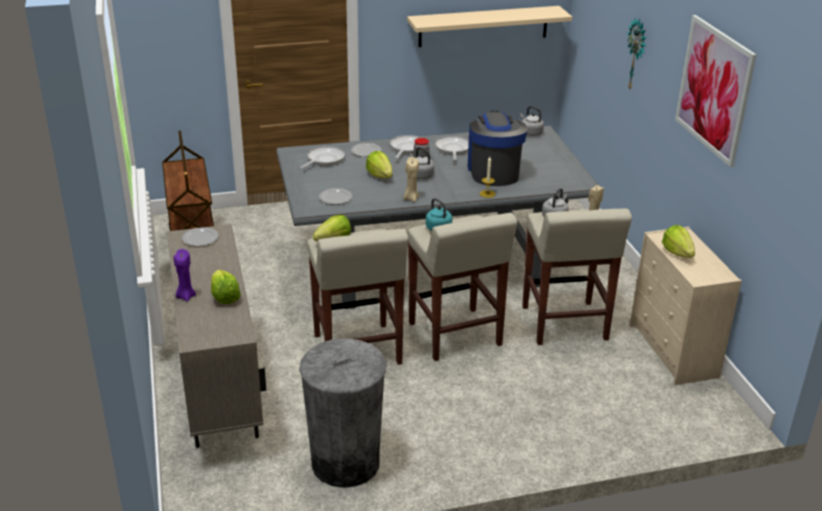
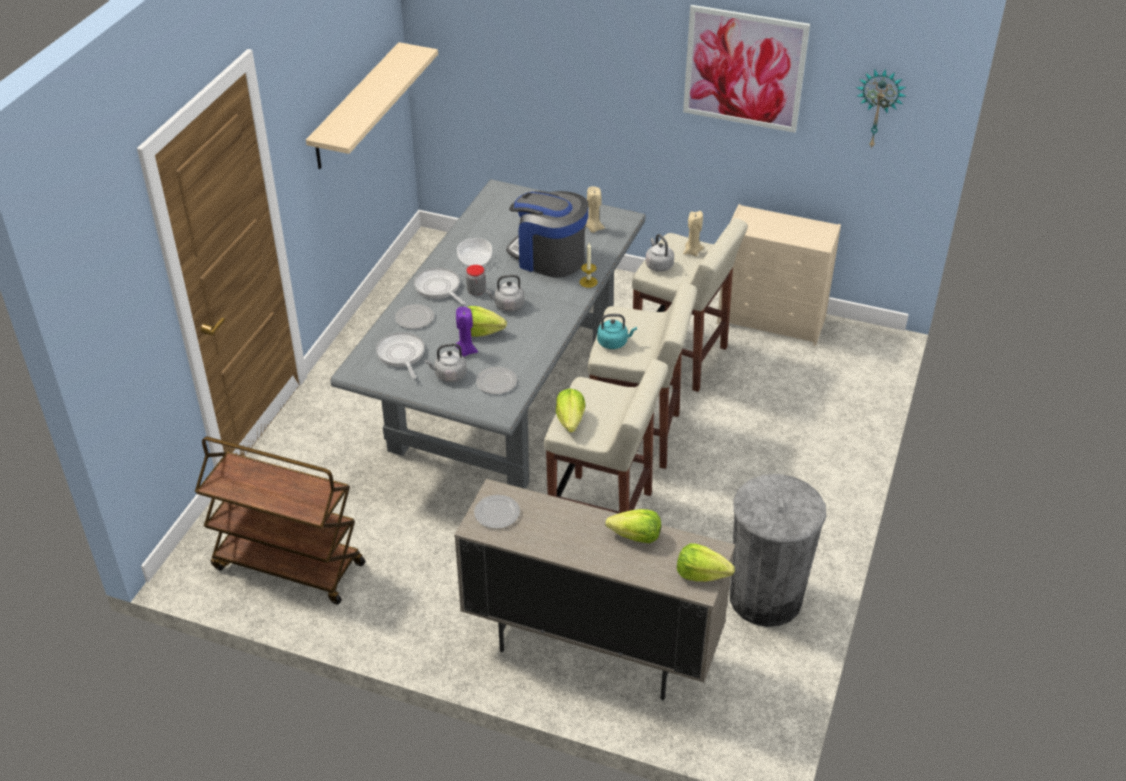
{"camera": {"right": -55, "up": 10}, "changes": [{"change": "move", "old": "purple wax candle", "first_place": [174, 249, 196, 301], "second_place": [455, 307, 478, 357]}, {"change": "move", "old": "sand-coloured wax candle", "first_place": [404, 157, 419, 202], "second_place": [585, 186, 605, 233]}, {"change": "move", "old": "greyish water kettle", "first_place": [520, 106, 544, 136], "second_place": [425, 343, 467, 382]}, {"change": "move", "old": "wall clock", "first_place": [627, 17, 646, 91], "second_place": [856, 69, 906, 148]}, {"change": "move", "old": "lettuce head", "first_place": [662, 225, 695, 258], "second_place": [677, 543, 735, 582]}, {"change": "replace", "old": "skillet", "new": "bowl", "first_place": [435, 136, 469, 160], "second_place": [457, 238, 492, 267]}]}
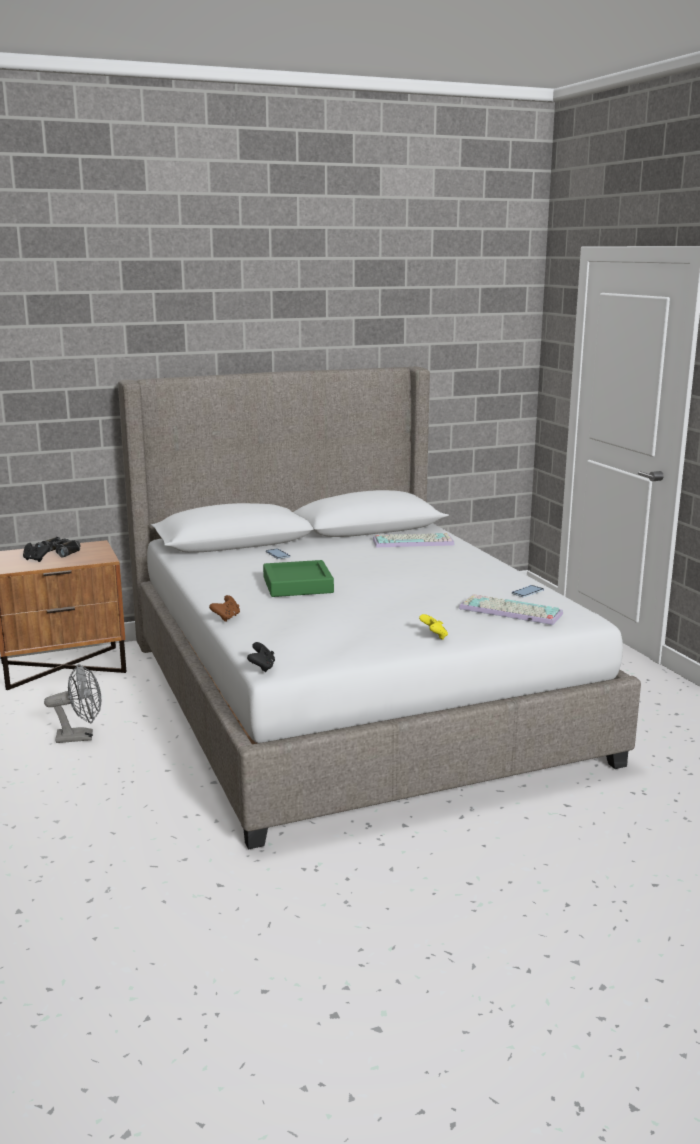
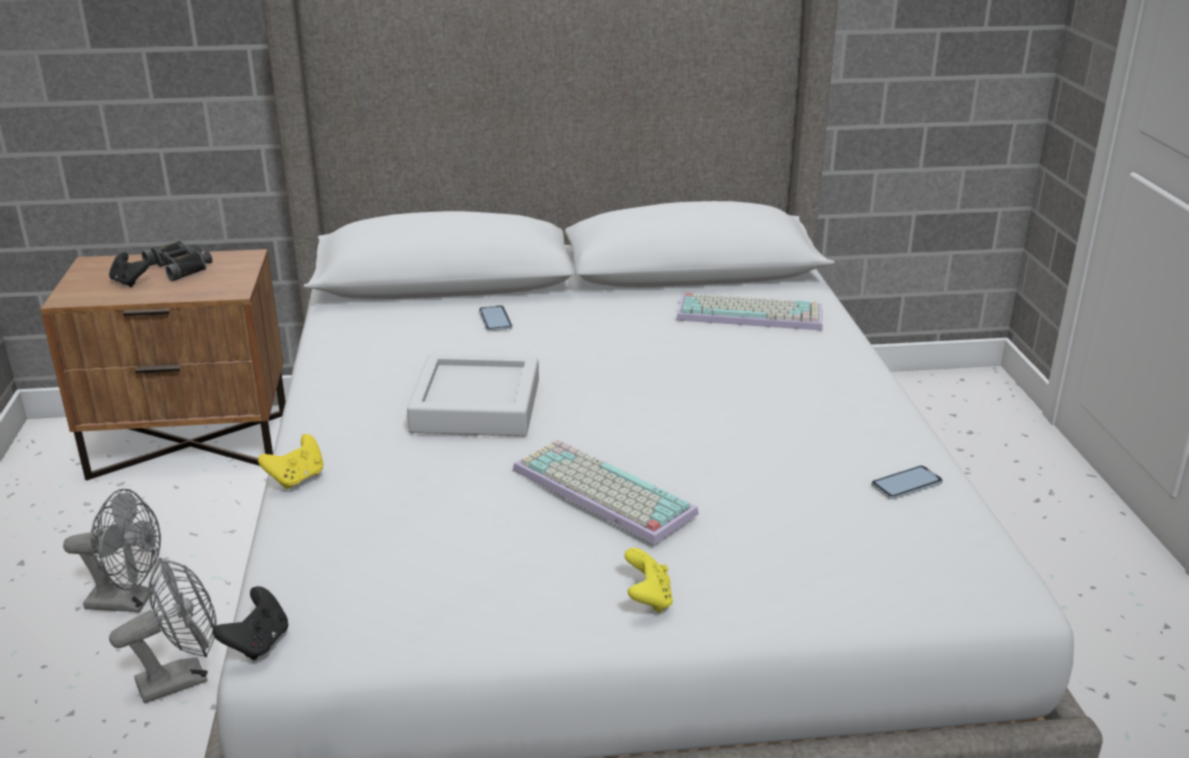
{"camera": {"right": 15, "up": 10}, "changes": [{"change": "insert", "new": "greyish fan", "second_place": [109, 558, 217, 704]}, {"change": "move", "old": "PC keyboard", "first_place": [459, 594, 563, 625], "second_place": [513, 439, 699, 544]}, {"change": "recolor", "old": "brown-coloured joypad", "new": "yellowish joypad", "first_place": [209, 595, 240, 622], "second_place": [258, 434, 323, 489]}, {"change": "recolor", "old": "green tray", "new": "greyish tray", "first_place": [263, 560, 334, 597], "second_place": [407, 354, 539, 436]}]}
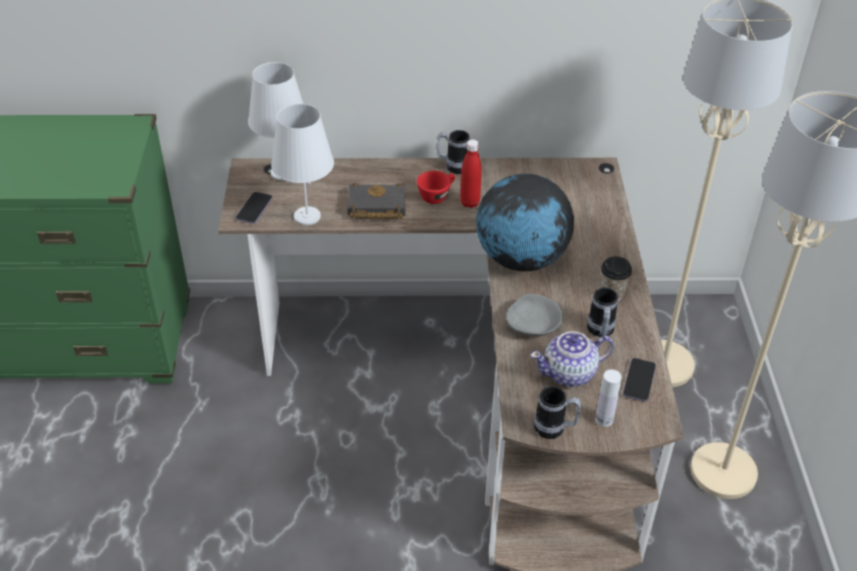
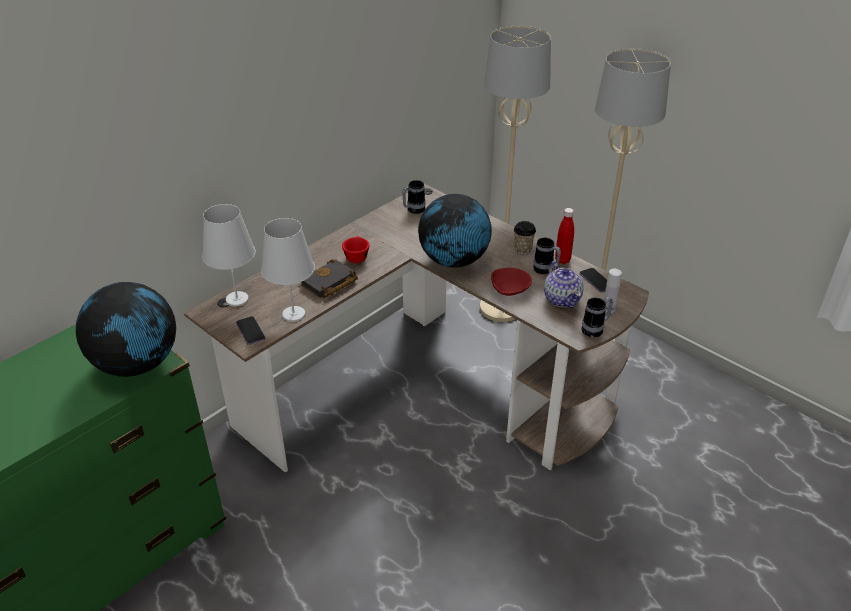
{"camera": {"right": -45, "up": -5}, "changes": [{"change": "insert", "new": "desk globe", "second_place": [76, 282, 176, 377]}, {"change": "move", "old": "tea mug", "first_place": [437, 130, 470, 174], "second_place": [402, 180, 426, 214]}, {"change": "move", "old": "reddish bottle", "first_place": [460, 139, 482, 208], "second_place": [555, 208, 574, 264]}, {"change": "recolor", "old": "greyish bowl", "new": "reddish bowl", "first_place": [506, 294, 563, 336], "second_place": [491, 268, 532, 296]}, {"change": "rotate", "old": "teapot", "first_place": [531, 331, 614, 387], "second_place": [544, 261, 584, 308], "degrees": -45}]}
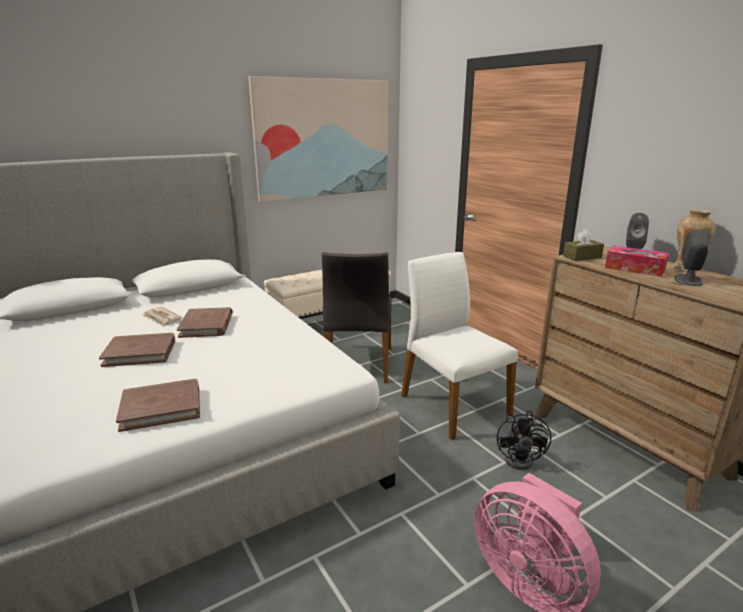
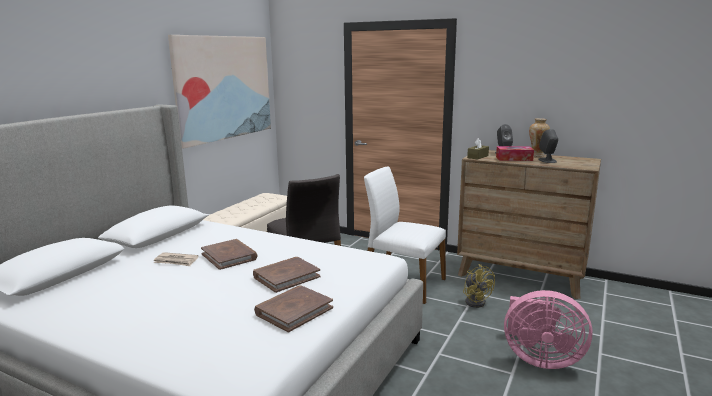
{"camera": {"right": -30, "up": -5}, "changes": [{"change": "move", "old": "brown-coloured bound book", "first_place": [99, 333, 175, 367], "second_place": [253, 257, 321, 293]}, {"change": "recolor", "old": "black-coloured fan", "new": "yellowish fan", "first_place": [497, 411, 551, 470], "second_place": [463, 264, 495, 308]}]}
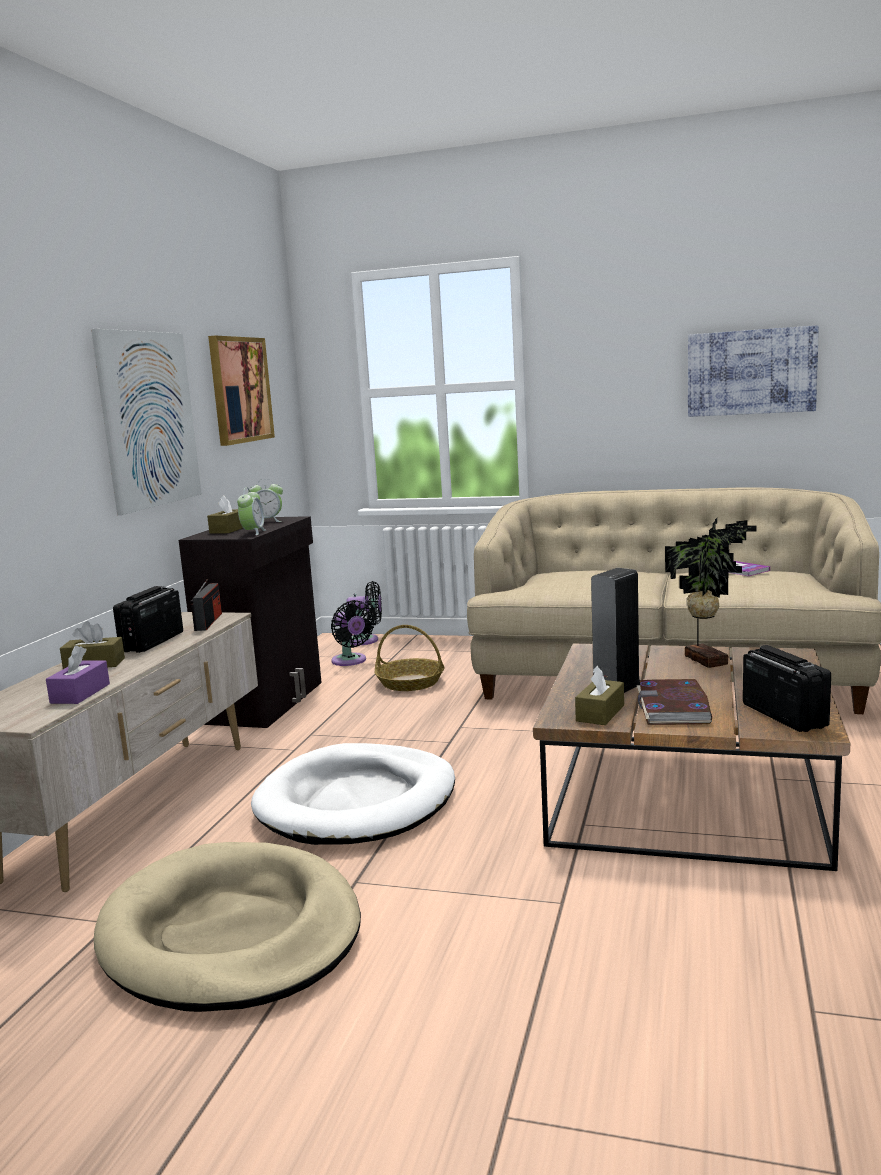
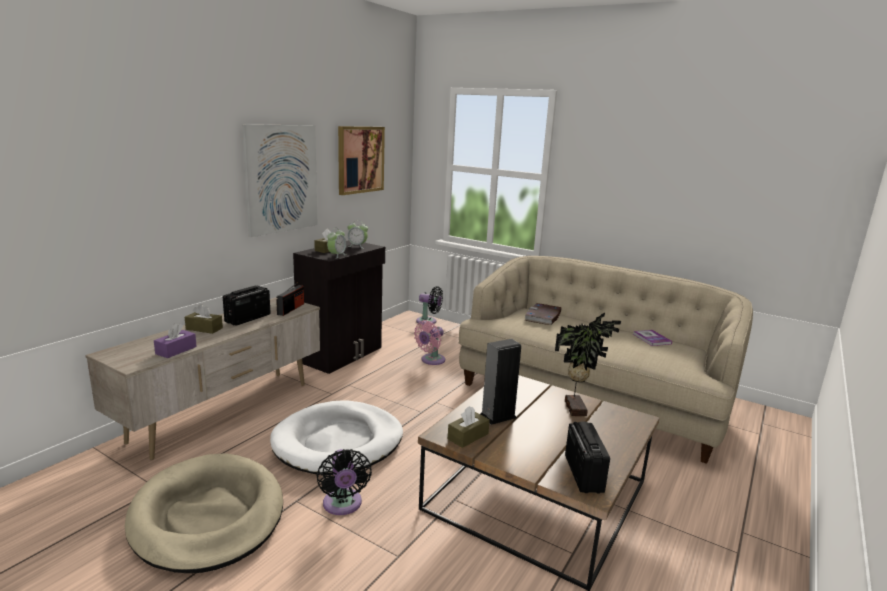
{"camera": {"right": 15, "up": 5}, "changes": [{"change": "delete", "old": "wall picture", "first_place": [688, 325, 819, 417]}, {"change": "move", "old": "black-coloured fan", "first_place": [331, 600, 375, 666], "second_place": [316, 449, 372, 515]}, {"change": "move", "old": "bound book", "first_place": [637, 679, 712, 725], "second_place": [524, 303, 561, 325]}, {"change": "replace", "old": "household basket", "new": "pinkish fan", "first_place": [374, 625, 444, 691], "second_place": [414, 320, 445, 365]}]}
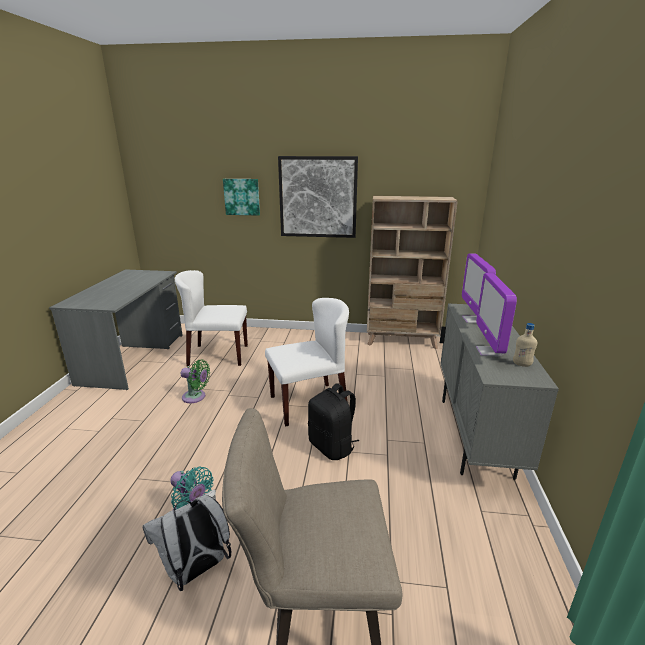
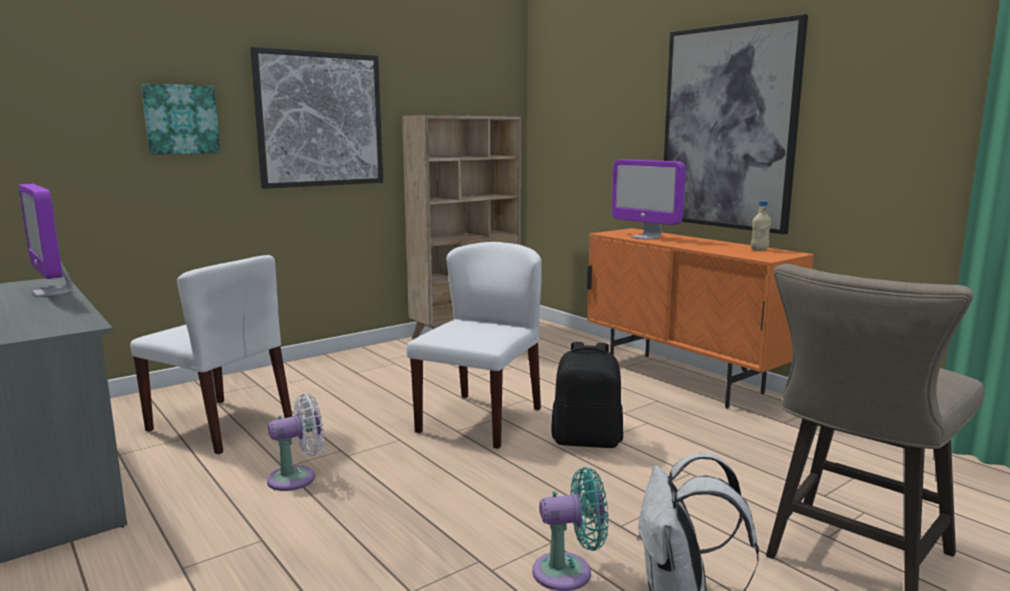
{"camera": {"right": -45, "up": -10}, "changes": [{"change": "insert", "new": "wall picture", "second_place": [664, 14, 808, 234]}, {"change": "move", "old": "computer display", "first_place": [476, 273, 517, 356], "second_place": [19, 184, 73, 297]}, {"change": "recolor", "old": "green fan", "new": "white fan", "first_place": [181, 359, 210, 403], "second_place": [267, 394, 324, 491]}, {"change": "recolor", "old": "greyish storage cabinet", "new": "orangey storage cabinet", "first_place": [440, 304, 559, 480], "second_place": [587, 228, 814, 408]}, {"change": "rotate", "old": "white plain chair", "first_place": [175, 270, 248, 366], "second_place": [130, 255, 292, 454], "degrees": -105}]}
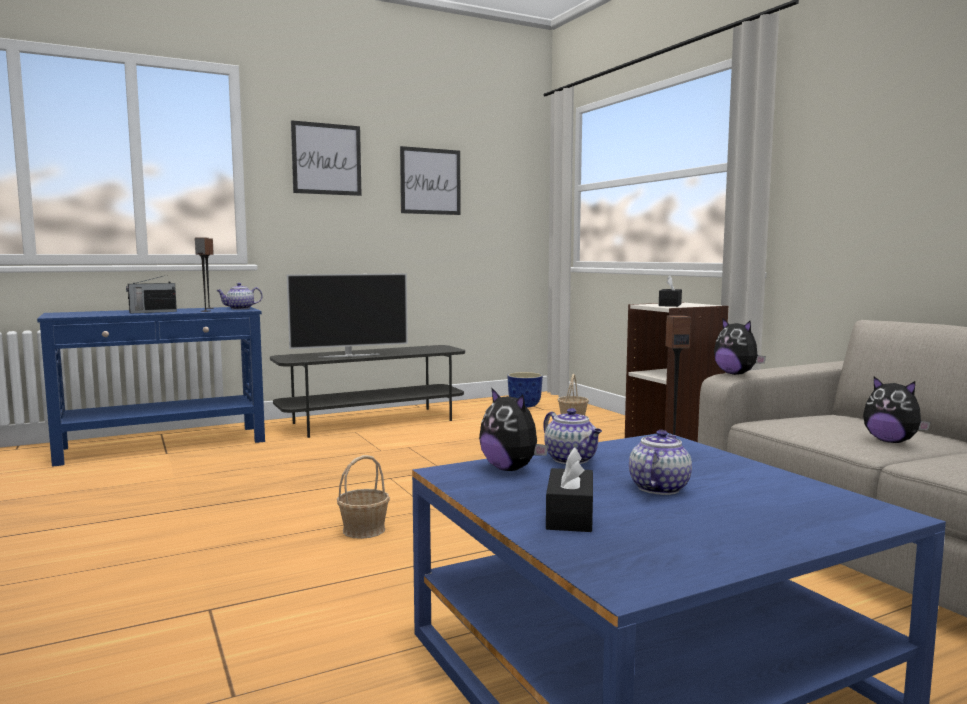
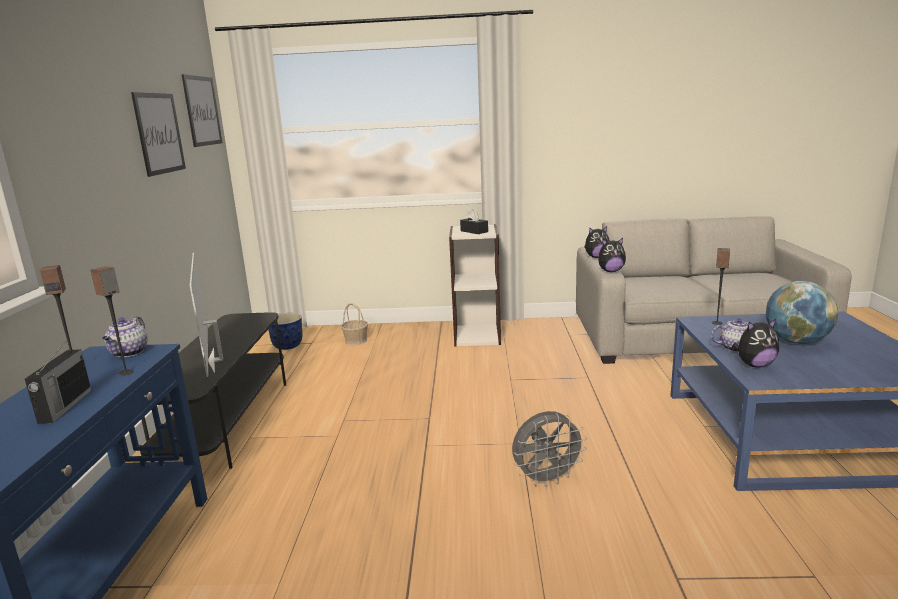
{"camera": {"right": -60, "up": 10}, "changes": [{"change": "delete", "old": "black-coloured tissue box", "first_place": [546, 447, 593, 532]}, {"change": "move", "old": "wall picture", "first_place": [291, 120, 362, 196], "second_place": [181, 74, 222, 147]}, {"change": "move", "old": "plush toy", "first_place": [863, 377, 931, 443], "second_place": [584, 226, 609, 258]}, {"change": "replace", "old": "household basket", "new": "greyish fan", "first_place": [337, 455, 390, 539], "second_place": [512, 411, 587, 487]}, {"change": "replace", "old": "teapot", "new": "desk globe", "first_place": [629, 430, 692, 495], "second_place": [766, 281, 838, 344]}, {"change": "rotate", "old": "TV", "first_place": [287, 274, 408, 358], "second_place": [190, 253, 223, 377], "degrees": 150}]}
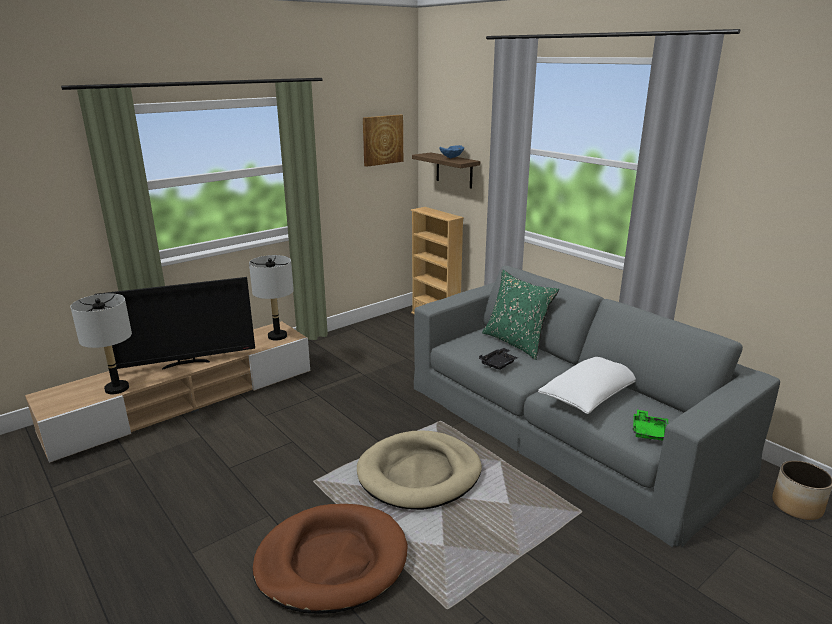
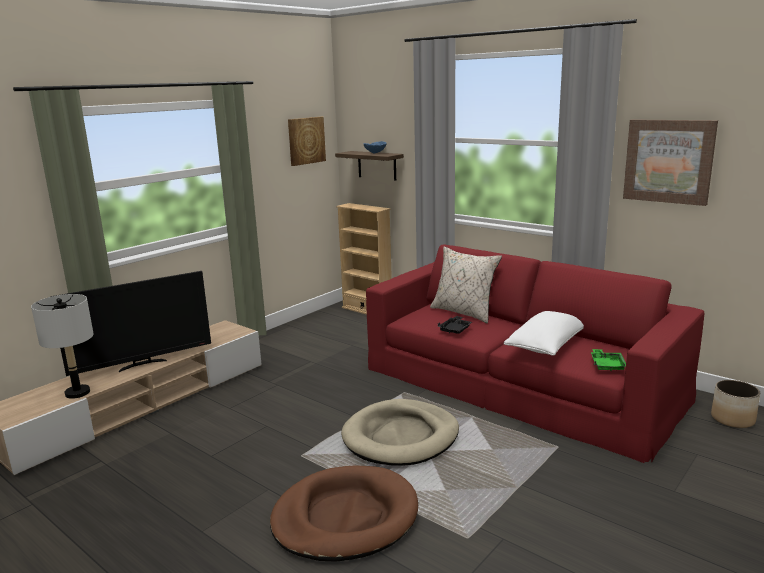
{"camera": {"right": -10, "up": -5}, "changes": [{"change": "delete", "old": "greyish tabletop lamp", "first_place": [249, 255, 294, 340]}, {"change": "insert", "new": "wall picture", "second_place": [623, 120, 718, 206]}, {"change": "recolor", "old": "greyish settee", "new": "reddish settee", "first_place": [414, 266, 780, 548], "second_place": [366, 245, 704, 463]}, {"change": "recolor", "old": "green throw pillow", "new": "sand-coloured throw pillow", "first_place": [482, 270, 559, 360], "second_place": [430, 246, 502, 323]}]}
